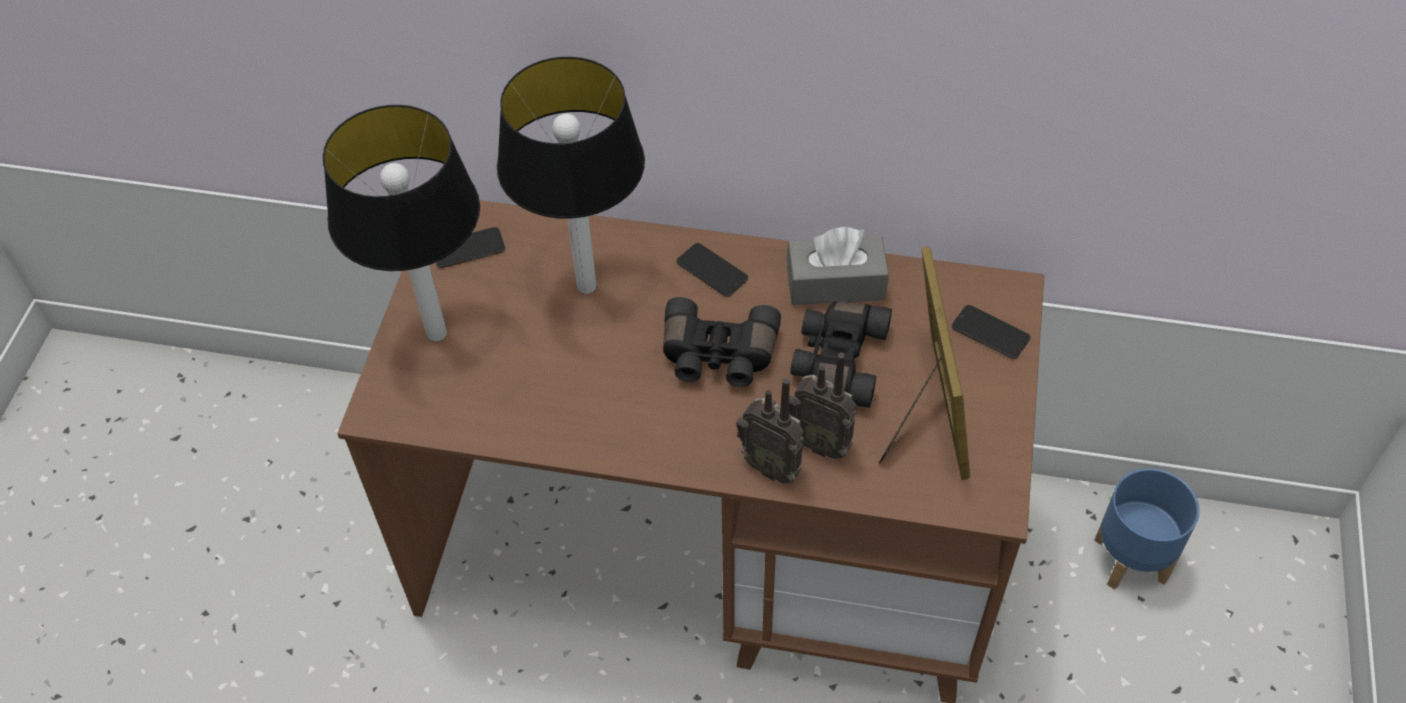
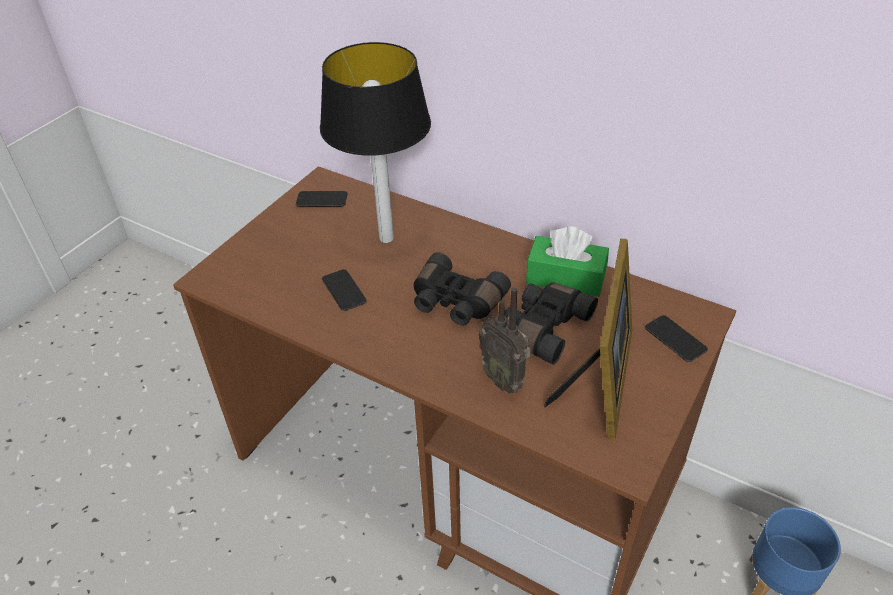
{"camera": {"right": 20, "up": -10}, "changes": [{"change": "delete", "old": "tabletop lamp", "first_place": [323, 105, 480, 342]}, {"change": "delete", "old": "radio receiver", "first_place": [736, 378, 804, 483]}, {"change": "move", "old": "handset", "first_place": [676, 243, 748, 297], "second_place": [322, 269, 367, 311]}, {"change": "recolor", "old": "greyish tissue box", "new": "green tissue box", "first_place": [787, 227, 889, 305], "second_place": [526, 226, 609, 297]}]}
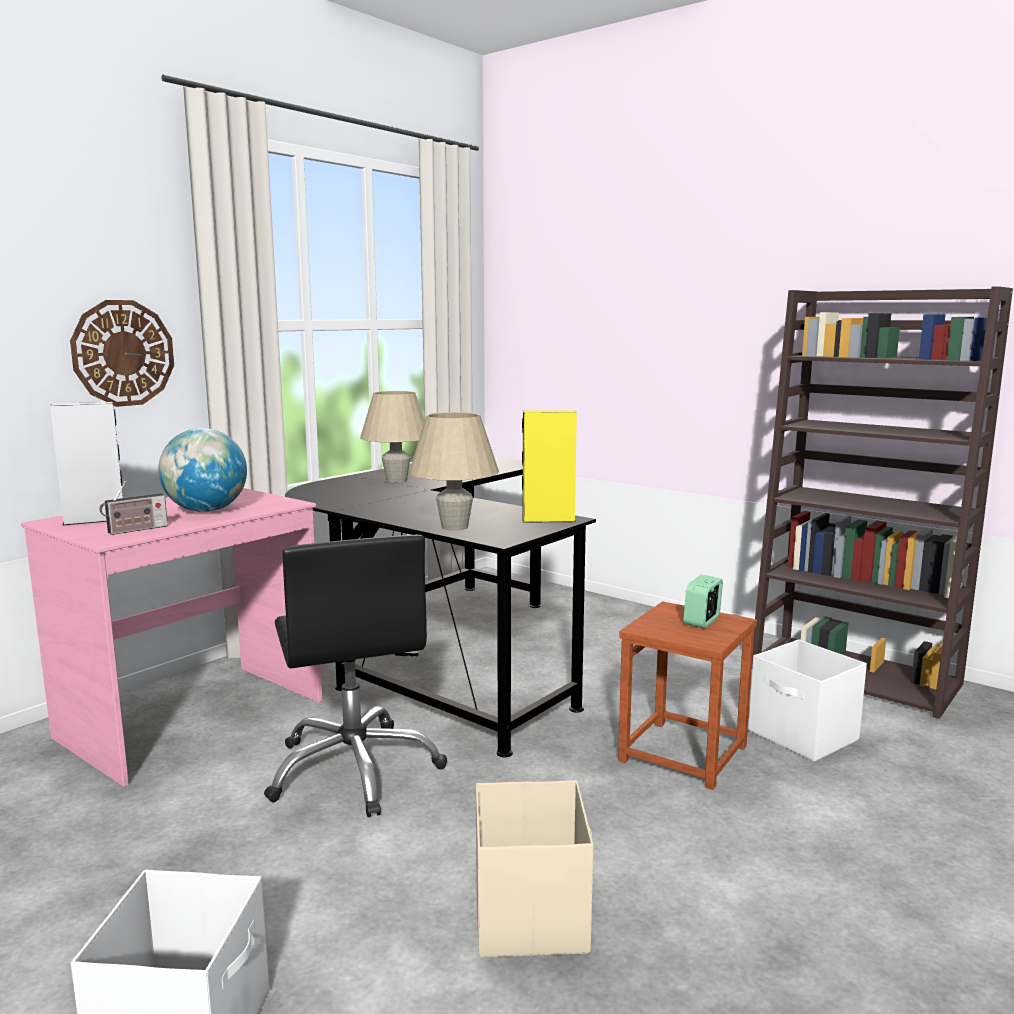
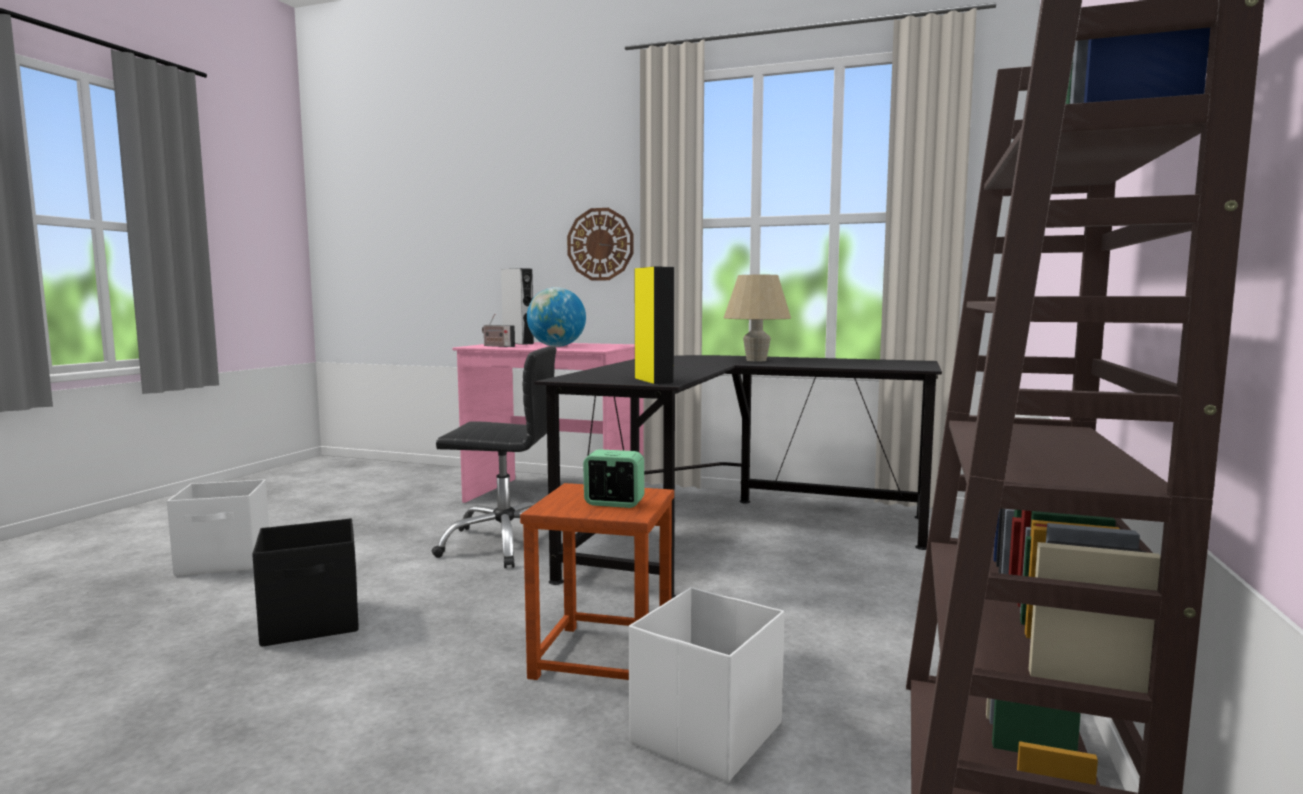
{"camera": {"right": 70, "up": -5}, "changes": [{"change": "delete", "old": "sand-coloured tabletop lamp", "first_place": [409, 412, 499, 531]}, {"change": "recolor", "old": "sand-coloured storage box", "new": "black-coloured storage box", "first_place": [476, 780, 593, 958], "second_place": [252, 518, 359, 647]}, {"change": "rotate", "old": "black-coloured office chair", "first_place": [264, 535, 447, 817], "second_place": [432, 346, 556, 568], "degrees": -135}]}
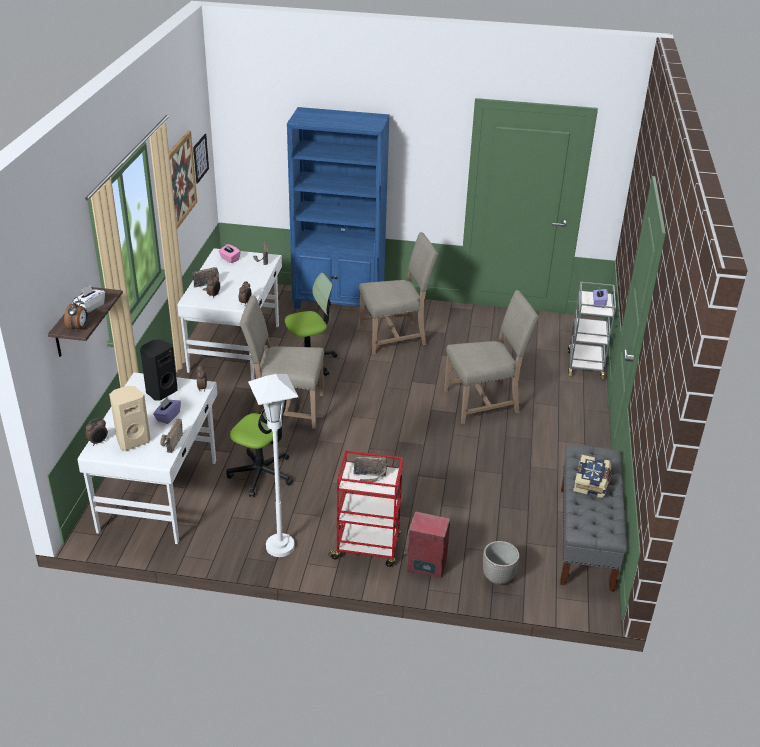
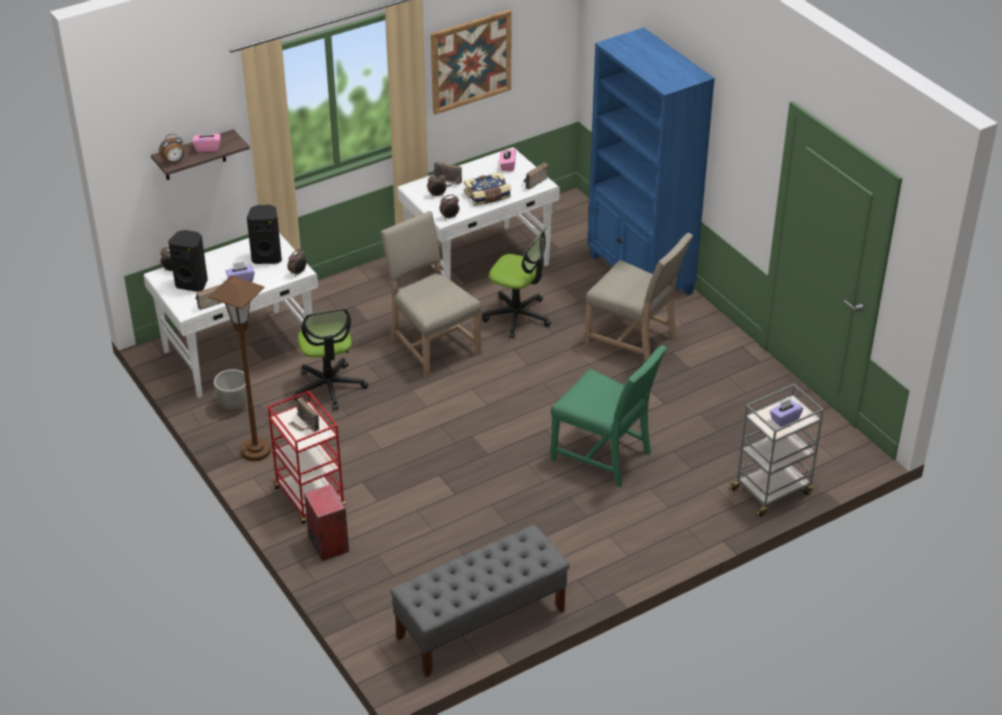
{"camera": {"right": 50, "up": 5}, "changes": [{"change": "delete", "old": "wall picture", "first_place": [193, 134, 209, 184]}, {"change": "move", "old": "plant pot", "first_place": [483, 541, 519, 585], "second_place": [214, 369, 248, 411]}, {"change": "move", "old": "bound book", "first_place": [573, 455, 611, 498], "second_place": [464, 172, 511, 206]}, {"change": "recolor", "old": "white tissue box", "new": "pinkish tissue box", "first_place": [73, 285, 105, 313], "second_place": [193, 129, 221, 152]}, {"change": "recolor", "old": "sand-coloured speaker", "new": "black-coloured speaker", "first_place": [109, 386, 150, 451], "second_place": [168, 230, 208, 292]}, {"change": "recolor", "old": "white standing lamp", "new": "brown-coloured standing lamp", "first_place": [248, 374, 298, 557], "second_place": [208, 275, 271, 461]}, {"change": "recolor", "old": "sand-coloured plain chair", "new": "green plain chair", "first_place": [444, 290, 539, 424], "second_place": [551, 345, 667, 487]}]}
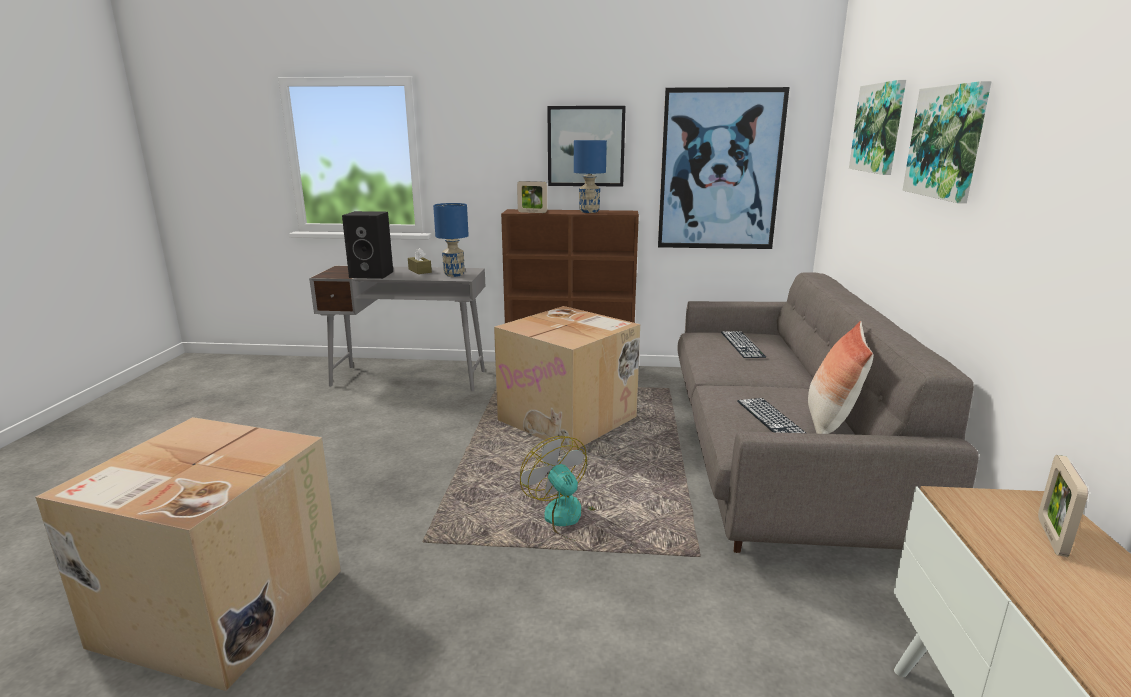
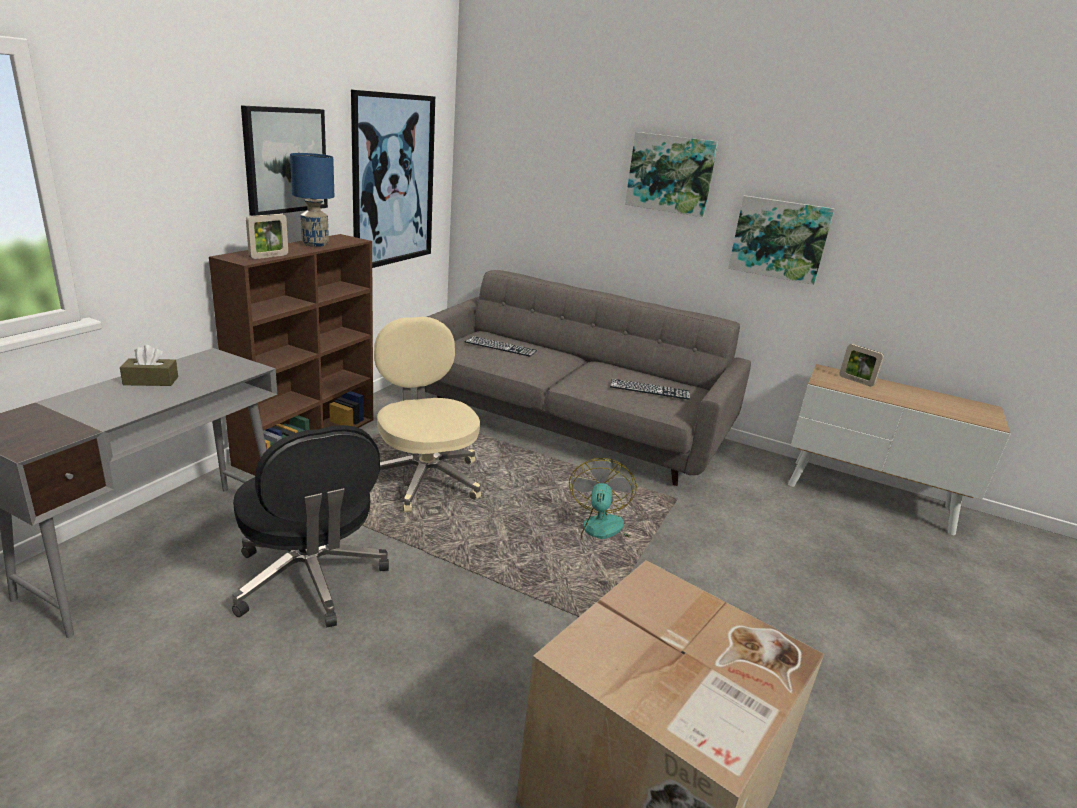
{"camera": {"right": -70, "up": 5}, "changes": [{"change": "delete", "old": "black-coloured speaker", "first_place": [342, 211, 393, 279]}, {"change": "delete", "old": "bluish tabletop lamp", "first_place": [433, 203, 469, 277]}, {"change": "delete", "old": "throw pillow", "first_place": [808, 321, 873, 434]}, {"change": "insert", "new": "black-coloured office chair", "second_place": [232, 425, 389, 628]}, {"change": "move", "old": "wall picture", "first_place": [849, 80, 906, 175], "second_place": [728, 195, 835, 285]}, {"change": "replace", "old": "carton", "new": "sand-coloured office chair", "first_place": [494, 306, 640, 451], "second_place": [374, 317, 481, 512]}, {"change": "rotate", "old": "fan", "first_place": [520, 436, 596, 541], "second_place": [569, 458, 637, 553], "degrees": 105}]}
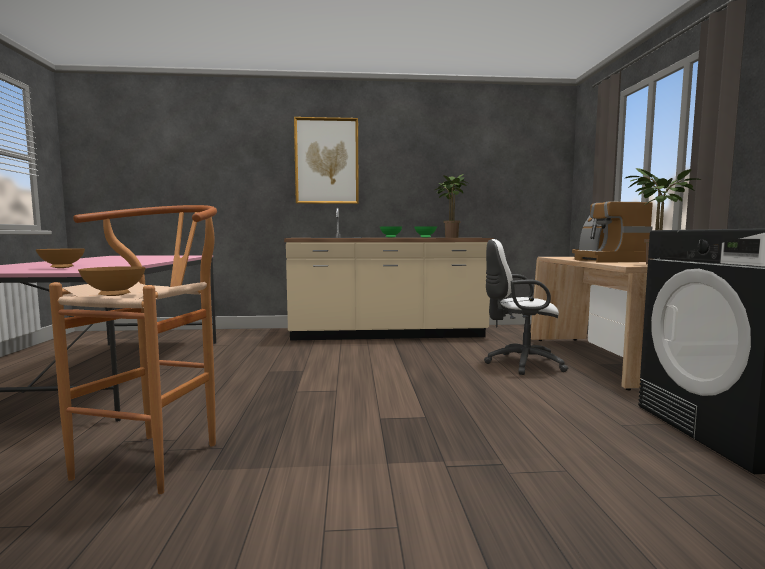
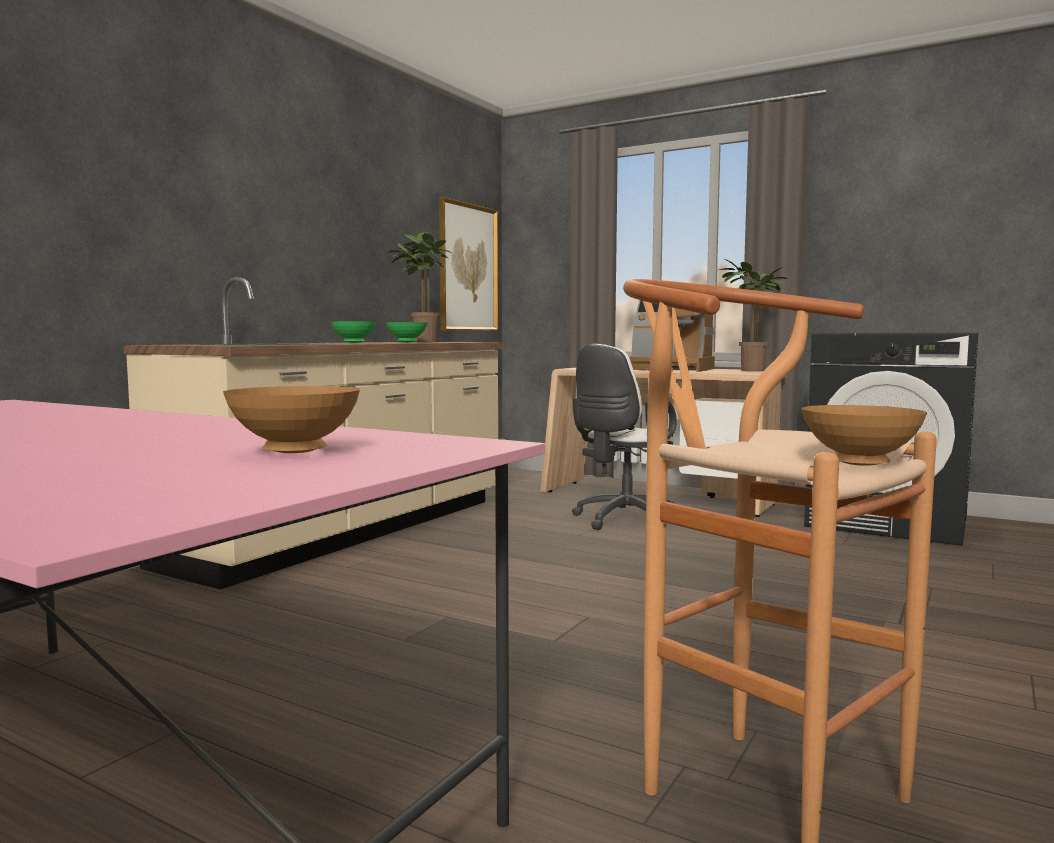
{"camera": {"right": -55, "up": 0}, "changes": [{"change": "move", "old": "wall picture", "first_place": [294, 117, 359, 204], "second_place": [439, 197, 499, 331]}]}
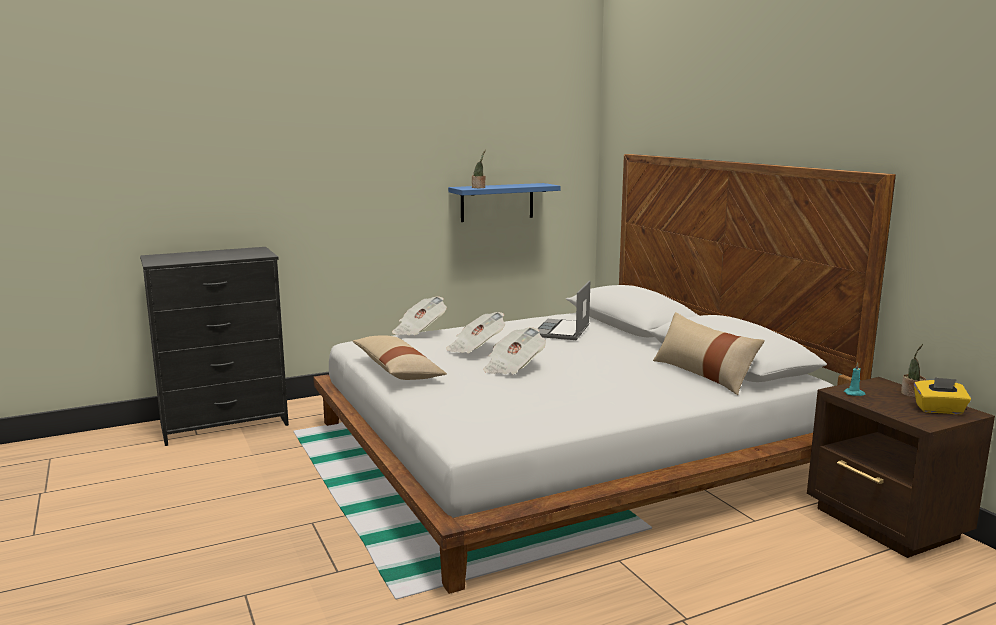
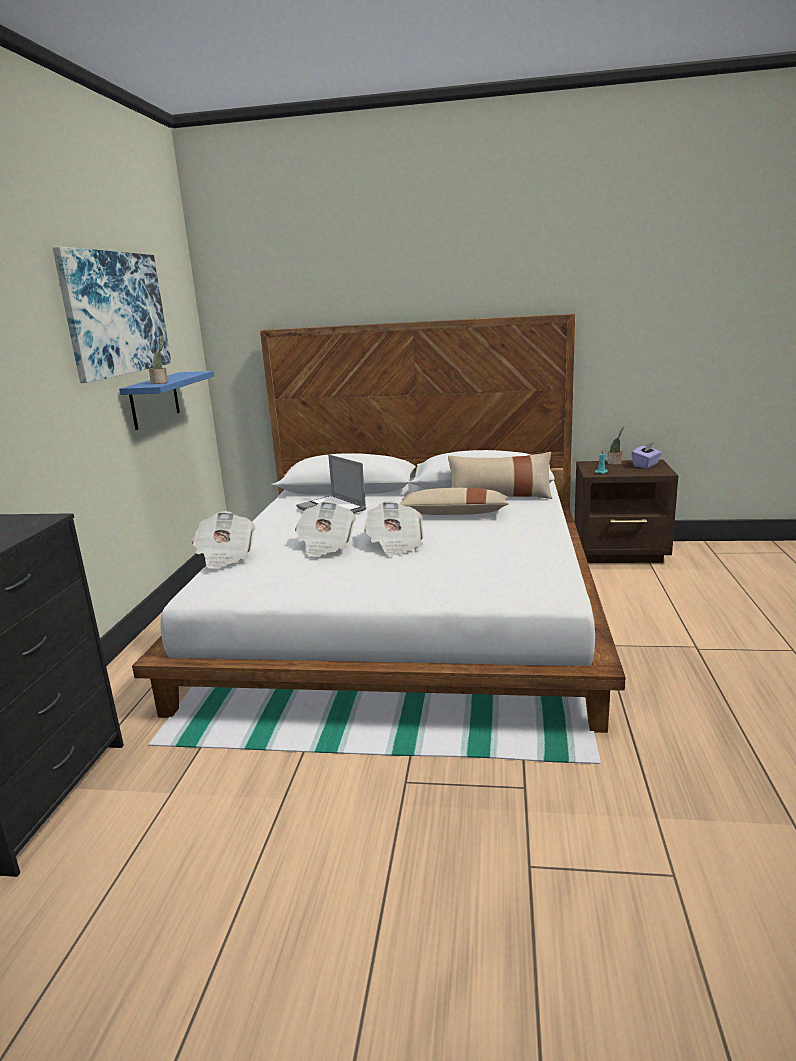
{"camera": {"right": -55, "up": 5}, "changes": [{"change": "insert", "new": "wall picture", "second_place": [52, 246, 171, 383]}, {"change": "move", "old": "sand-coloured throw pillow", "first_place": [353, 336, 447, 380], "second_place": [399, 488, 508, 515]}, {"change": "recolor", "old": "yellowish tissue box", "new": "purple tissue box", "first_place": [914, 377, 971, 414], "second_place": [632, 442, 662, 468]}]}
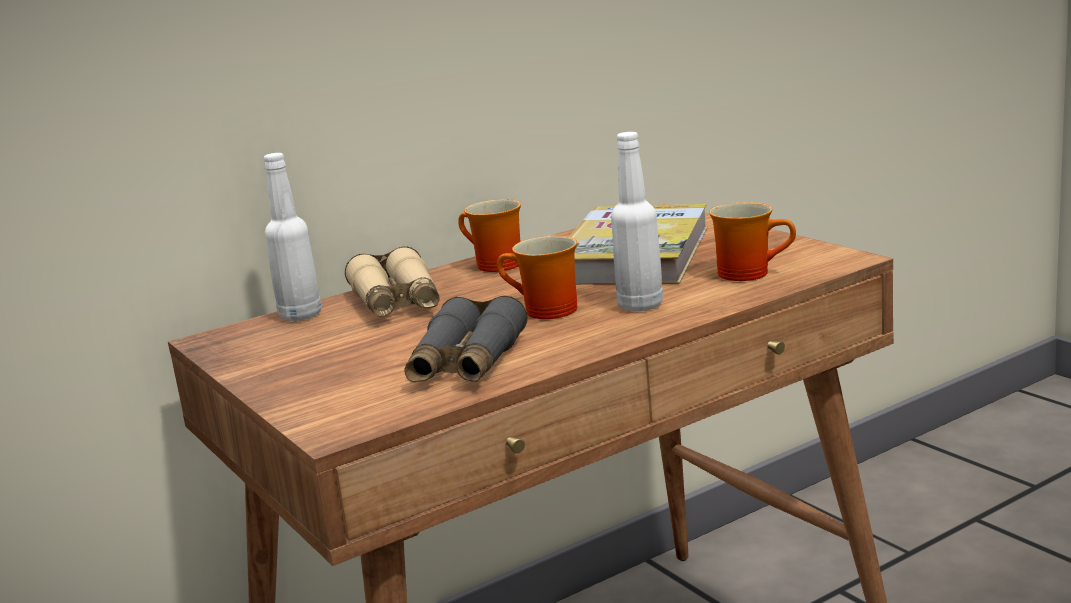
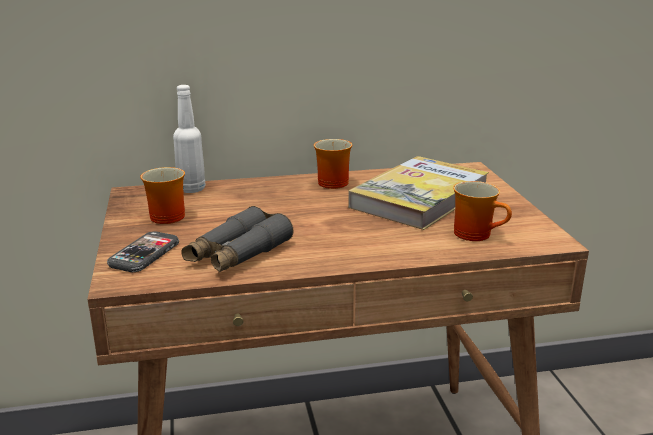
{"camera": {"right": 20, "up": 5}, "changes": [{"change": "delete", "old": "sand-coloured binoculars", "first_place": [345, 246, 439, 317]}, {"change": "delete", "old": "white bottle", "first_place": [611, 132, 663, 311]}, {"change": "insert", "new": "handset", "second_place": [107, 231, 179, 272]}, {"change": "move", "old": "tea mug", "first_place": [497, 236, 577, 319], "second_place": [140, 167, 185, 224]}]}
